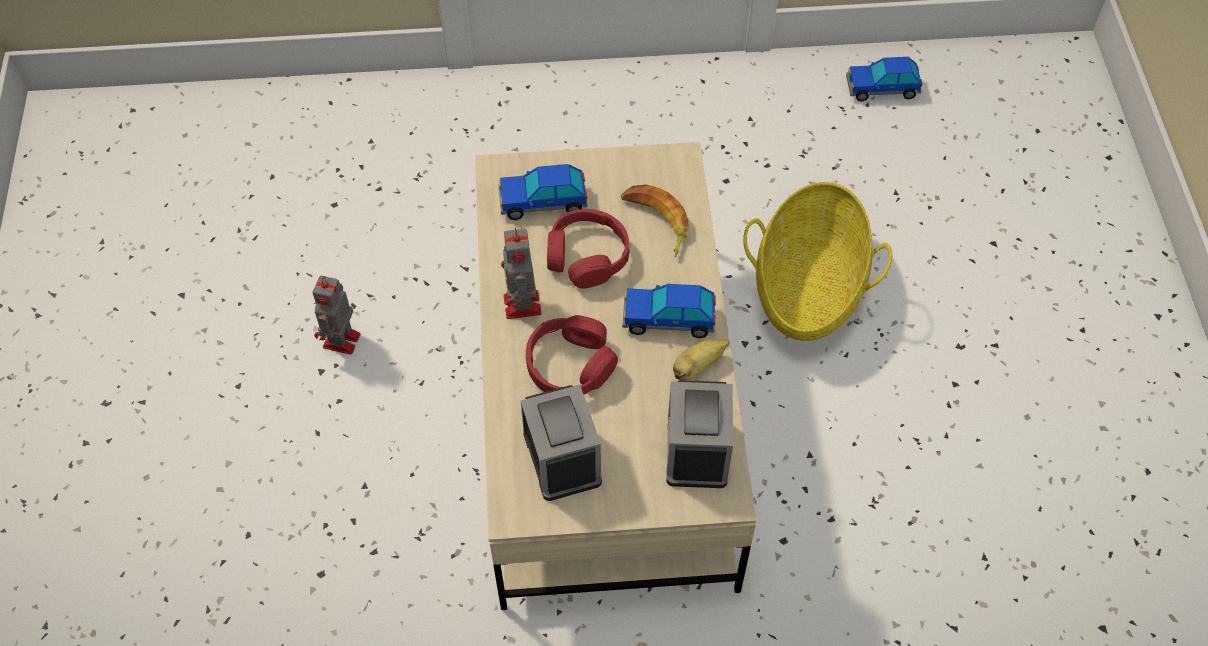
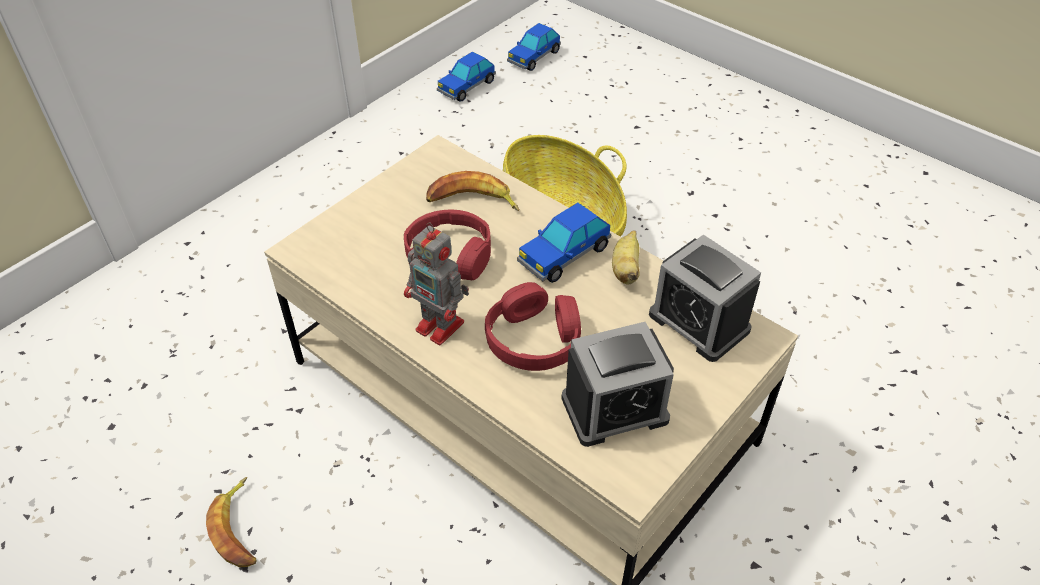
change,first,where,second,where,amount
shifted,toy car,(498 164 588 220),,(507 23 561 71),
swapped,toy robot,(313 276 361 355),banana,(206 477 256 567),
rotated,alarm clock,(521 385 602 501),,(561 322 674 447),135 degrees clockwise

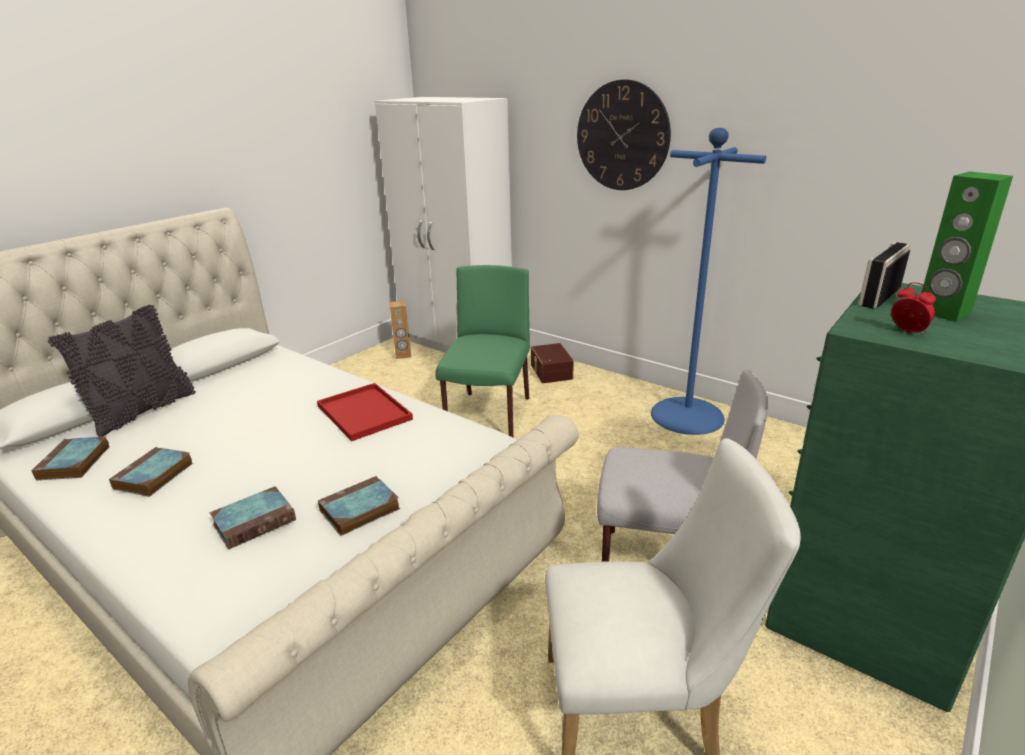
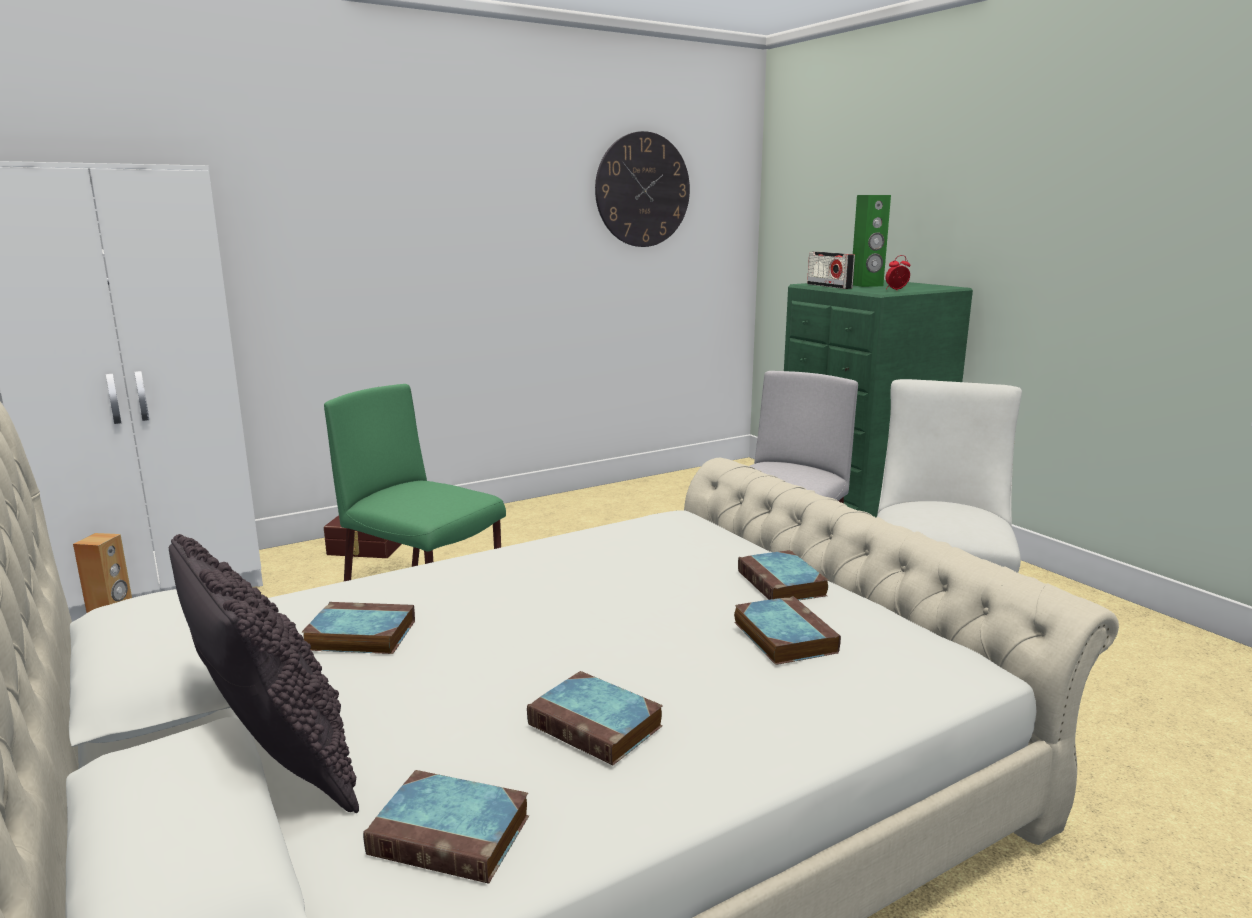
change,first,where,second,where,amount
shifted,wall clock,(577 79 671 190),,(595 131 690 247),
gone,blue clothes rack,(651 128 766 435),,,
gone,red tray,(317 383 413 441),,,
new,,,book,(301 602 415 654),

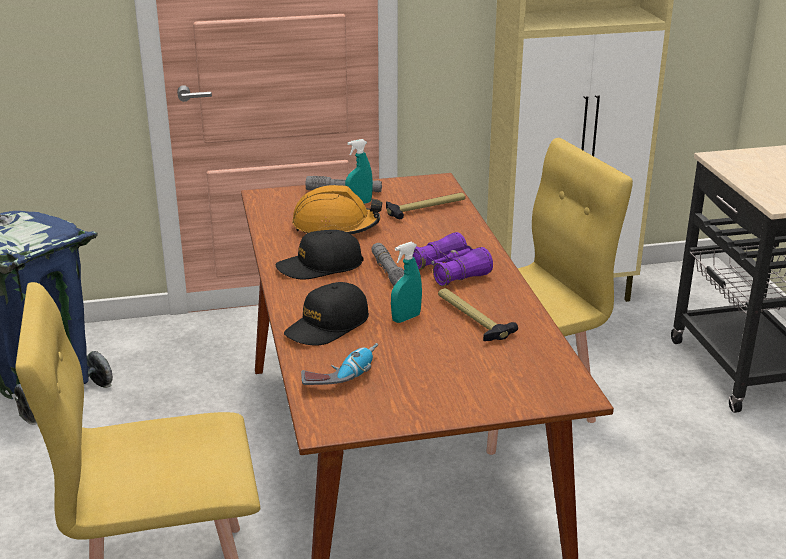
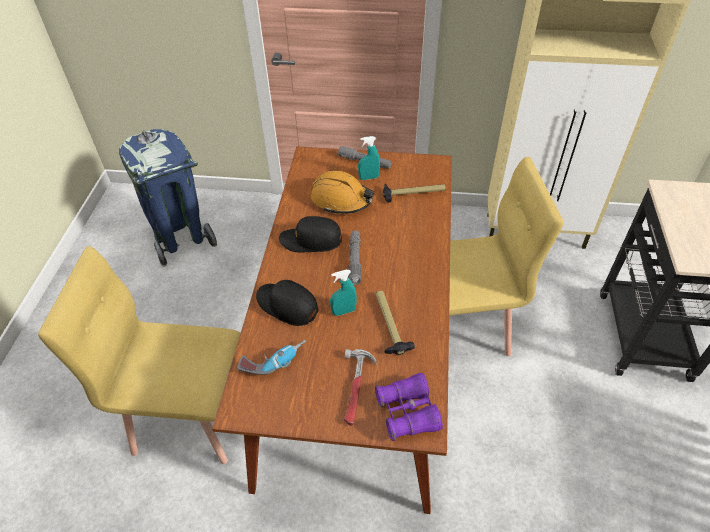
change,first,where,second,where,amount
shifted,purple binoculars,(413 232 493 286),,(375 373 443 441),
rotated,black cap,(284 282 369 345),,(256 280 318 326),60 degrees clockwise
new,,,hammer,(344 349 376 426),

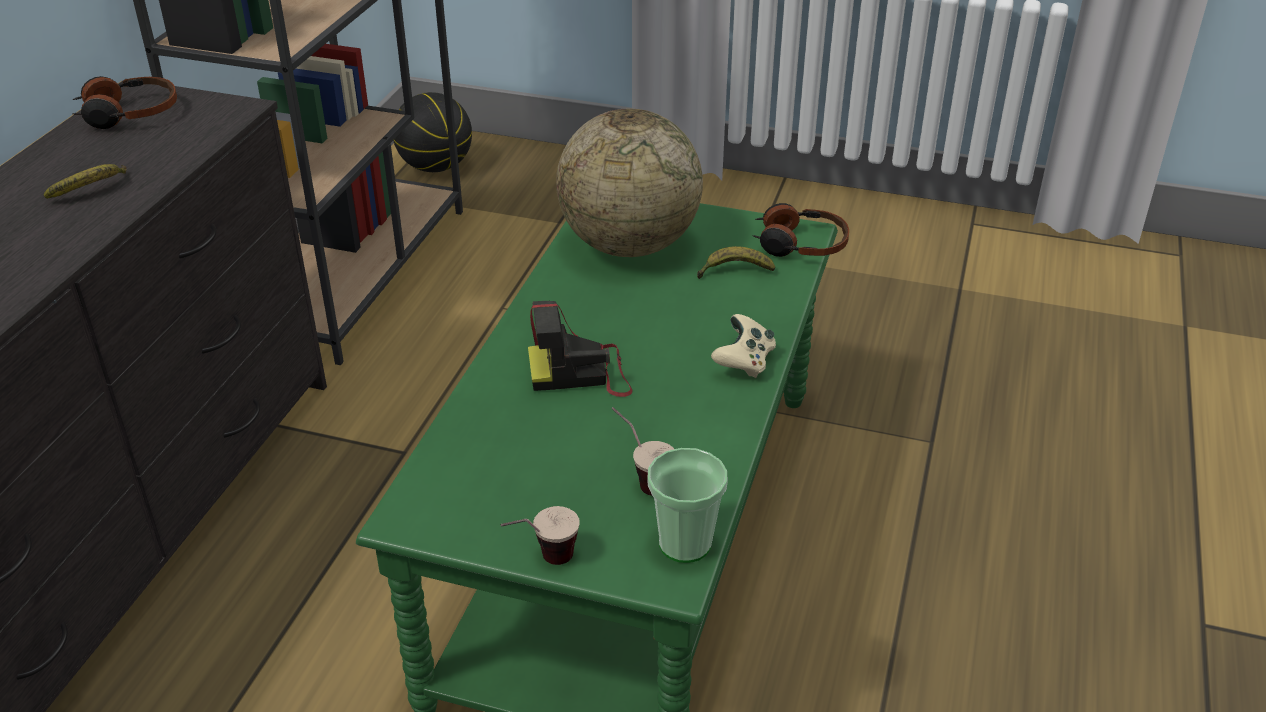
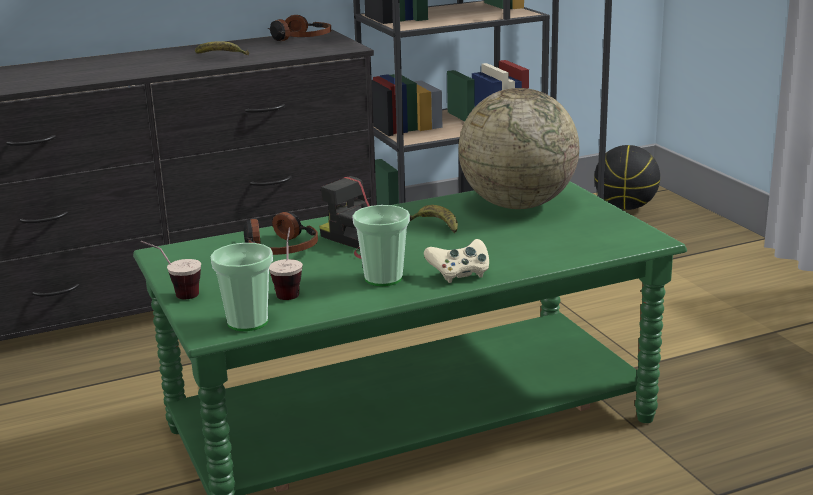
change,first,where,second,where,amount
shifted,headphones,(752 203 849 257),,(243 211 318 255),
shifted,banana,(697 246 775 279),,(410 205 458 233),
new,,,cup,(352 205 410 286),

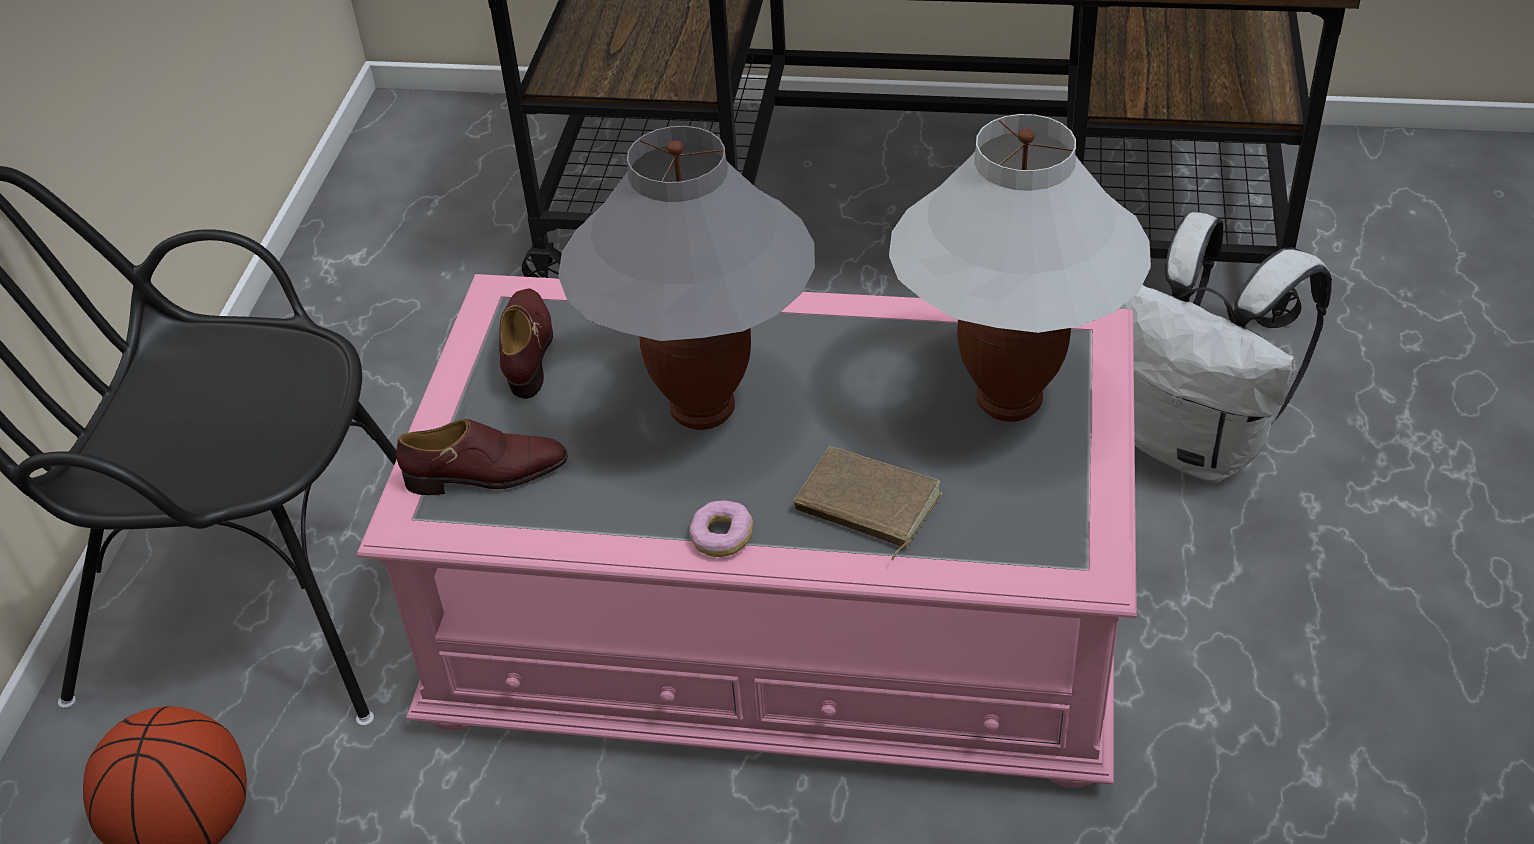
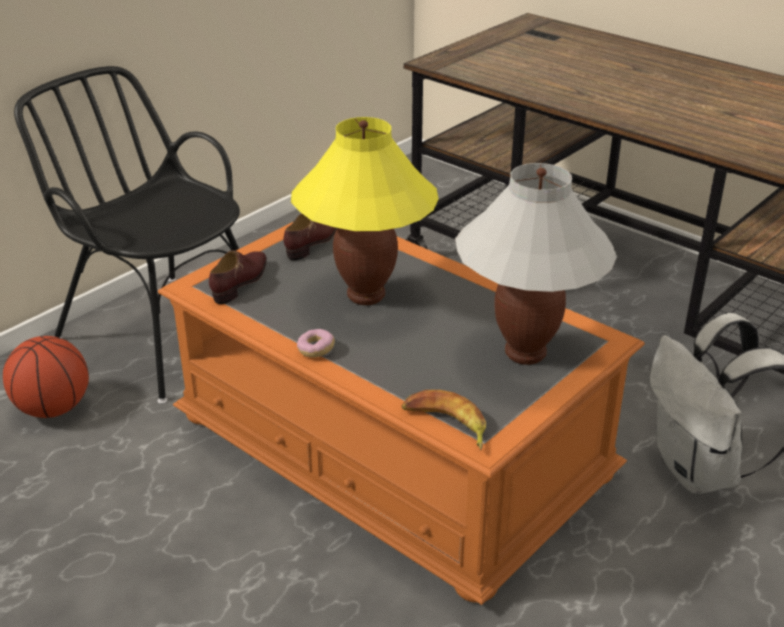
change,first,where,second,where,amount
repainted,grey table lamp,(558 126 815 430),yellow table lamp,(291 117 439 305),
repainted,pink coffee table,(357 274 1137 788),orange coffee table,(158 221 645 605),
rotated,brown shoe,(396 419 568 495),,(209 250 267 304),90 degrees counterclockwise
gone,brown book,(794 446 942 561),,,
new,,,banana,(401 390 486 450),

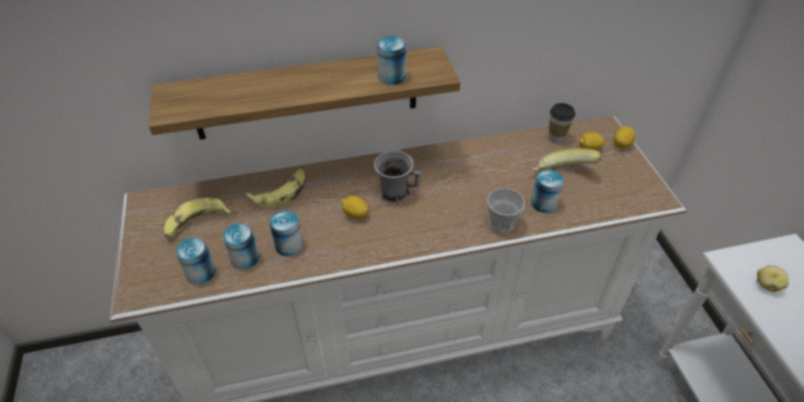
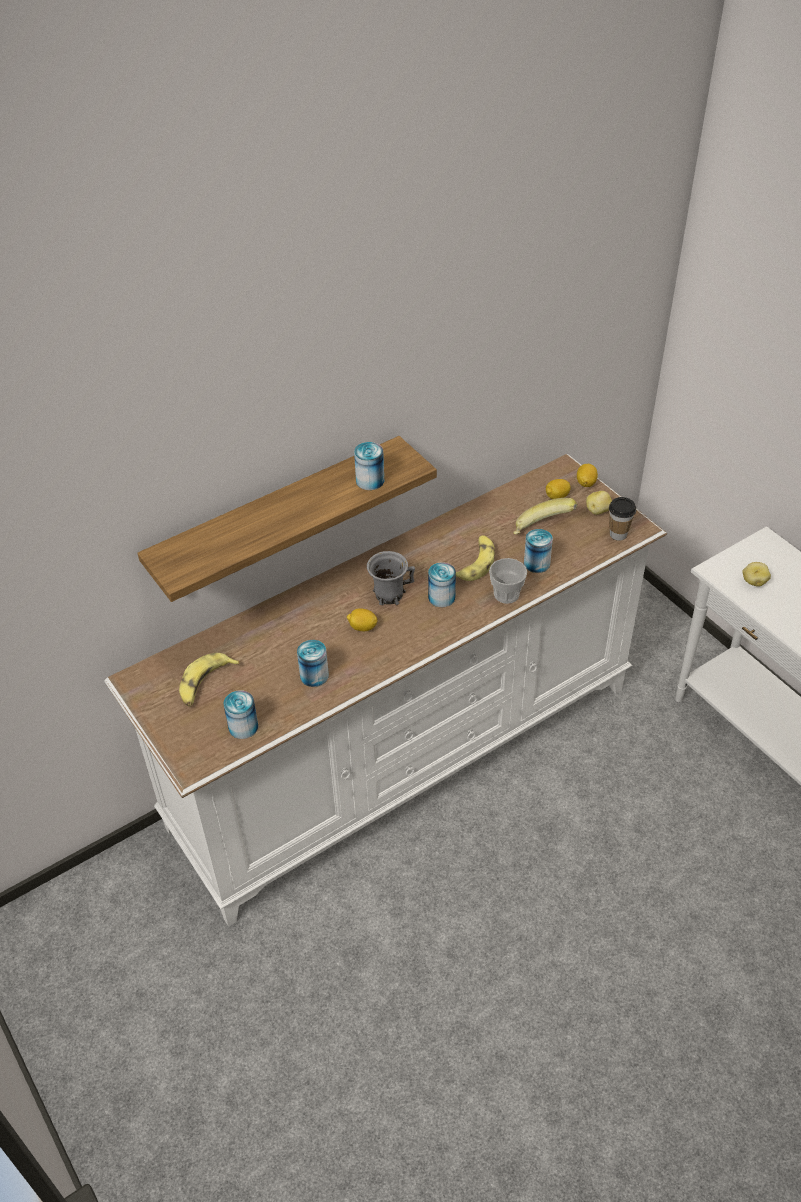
change,first,where,second,where,amount
shifted,cup,(549 103 575 143),,(609 497 636 541),
shifted,banana,(245 169 305 208),,(456 535 495 581),
shifted,can,(223 223 259 270),,(428 562 456 607),
new,,,potato,(586 491 612 515),

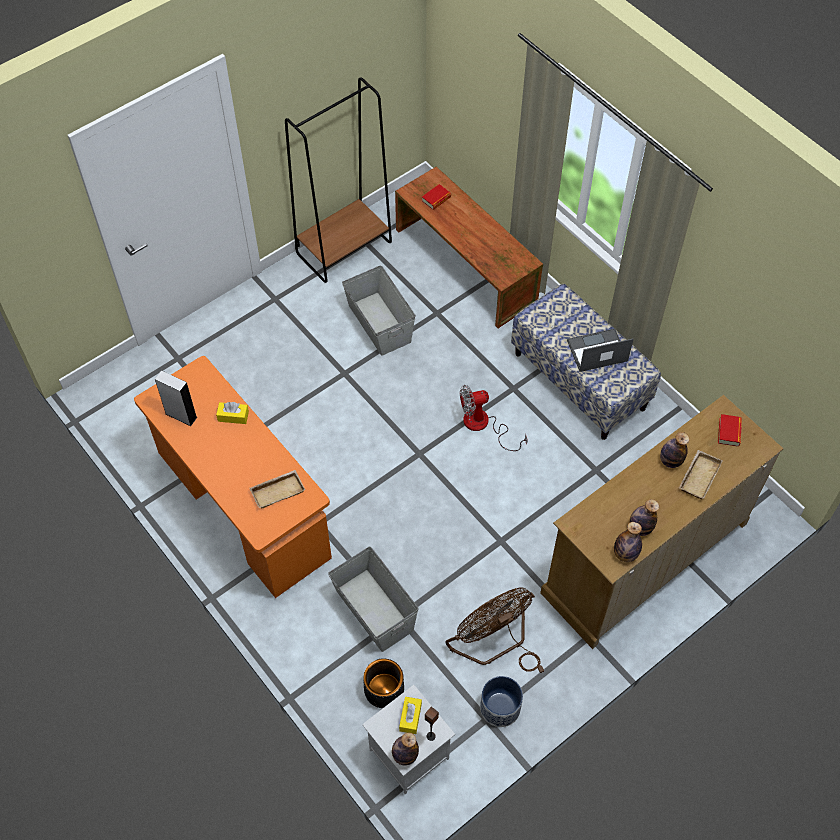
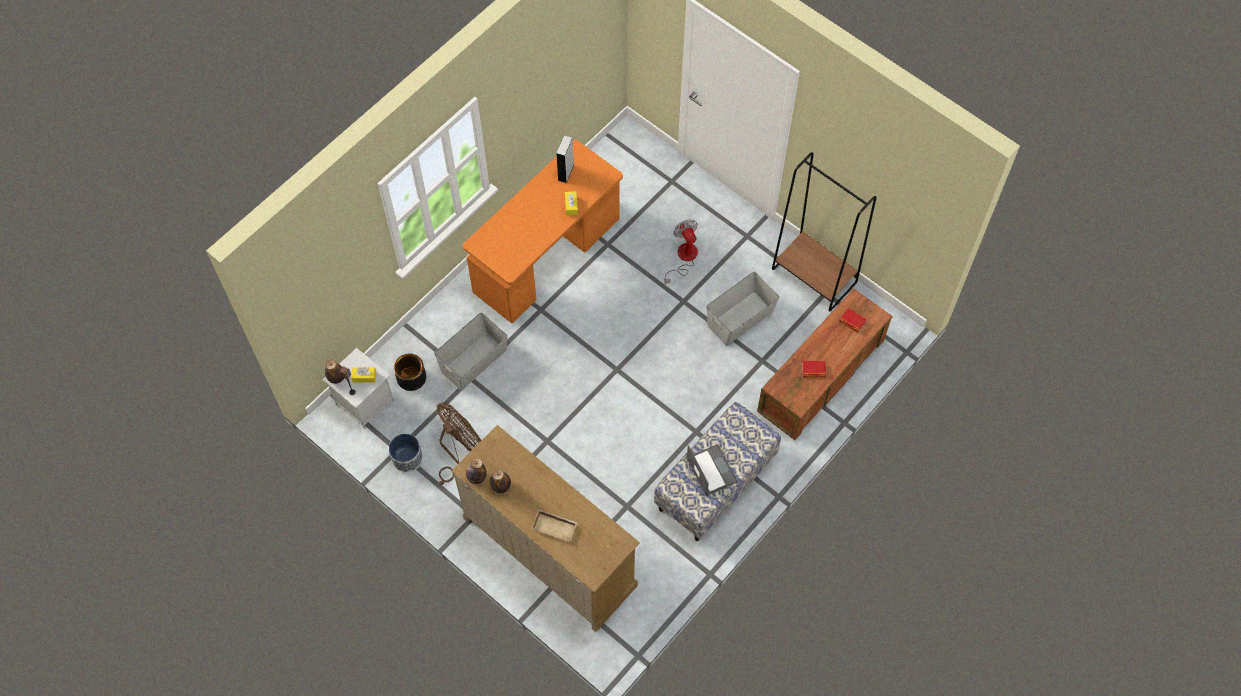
change,first,where,second,where,amount
shifted,fan,(460 385 528 451),,(664 219 698 285),
shifted,book,(718 414 742 446),,(802 361 826 377),
gone,bottle,(660 432 689 468),,,
gone,beige tray,(250 470 305 509),,,

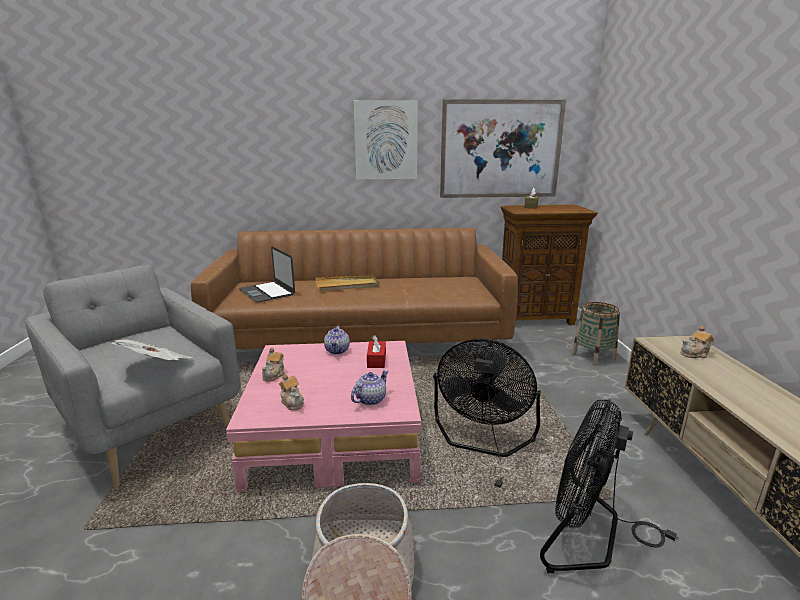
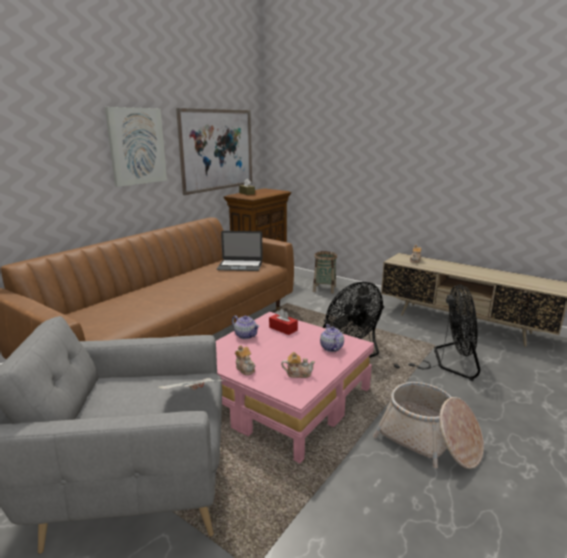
change,first,where,second,where,amount
shifted,laptop,(239 246 295 302),,(217 231 263 271),
gone,beige tray,(316 274 379 290),,,
rotated,black fan,(540 399 679 574),,(407 284 480 381),150 degrees counterclockwise

